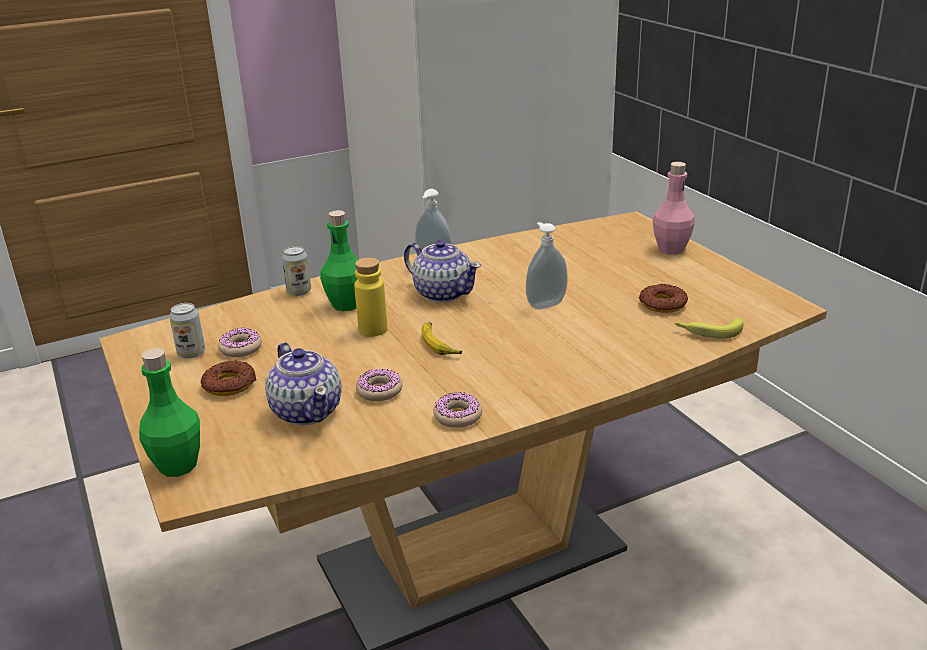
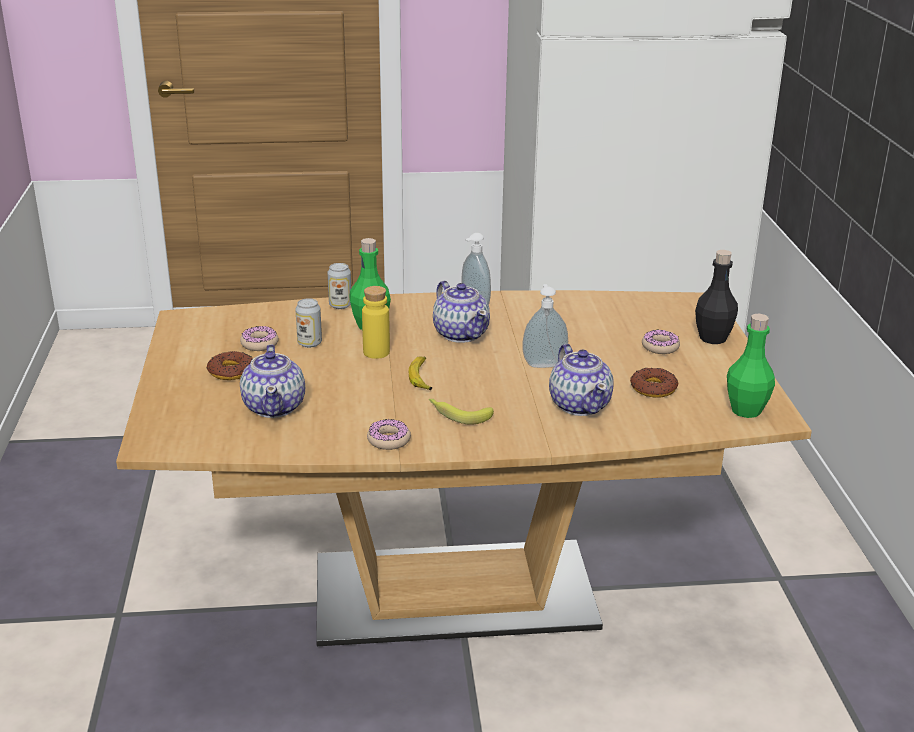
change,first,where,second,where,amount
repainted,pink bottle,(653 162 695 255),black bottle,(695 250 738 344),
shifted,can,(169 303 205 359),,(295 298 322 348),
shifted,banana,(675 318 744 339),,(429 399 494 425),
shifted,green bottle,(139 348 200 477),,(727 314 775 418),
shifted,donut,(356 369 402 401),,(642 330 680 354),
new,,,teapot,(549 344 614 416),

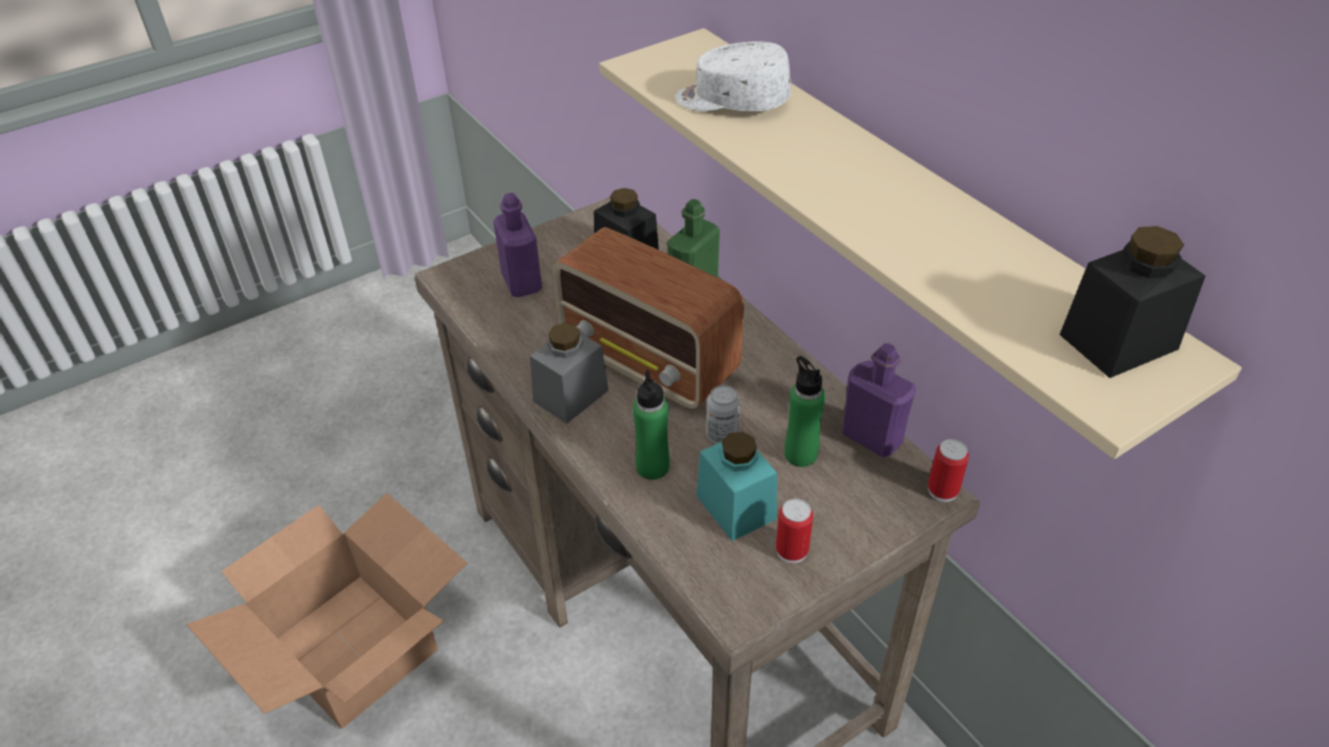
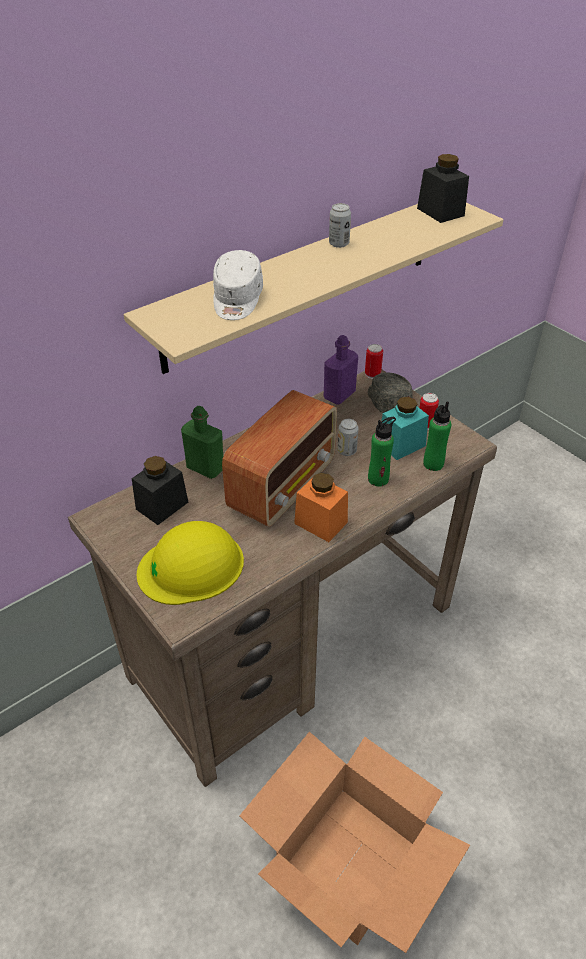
change,first,where,second,where,amount
swapped,purple bottle,(493 193 542 297),yellow hard hat,(137 521 244 605),
repainted,grey jar,(530 323 608 424),orange jar,(294 473 348 542),
shifted,green bottle,(784 356 825 467),,(423 401 451 471),
new,,,can,(329 203 351 248),
new,,,grey cap,(368 373 413 413),

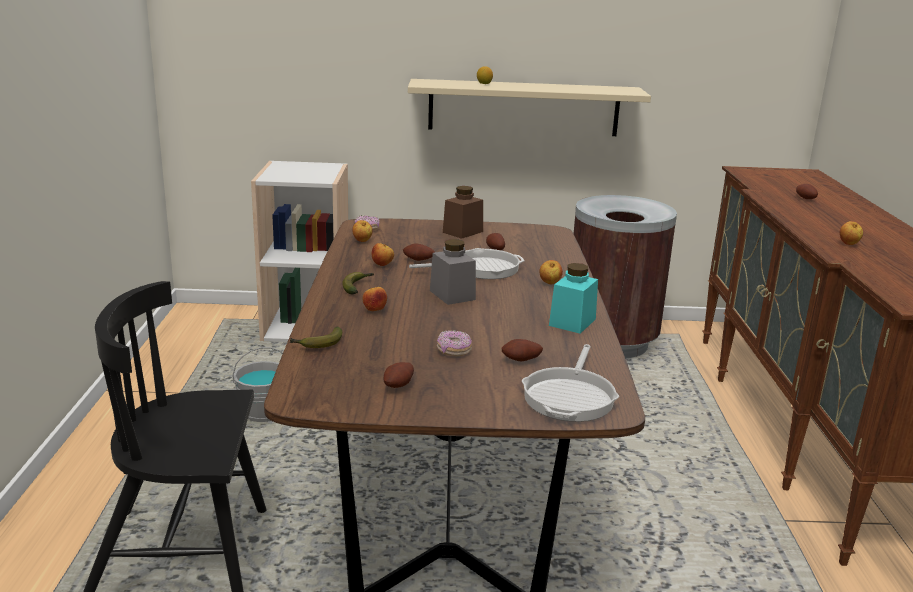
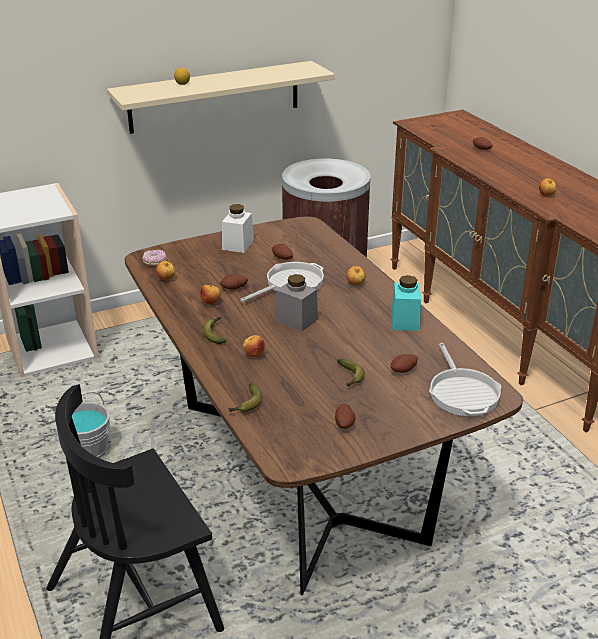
change,first,where,second,where,amount
repainted,brown jar,(443 186 483 239),white jar,(222 204 254 253),
swapped,donut,(437 331 472 356),banana,(337 358 365 387),

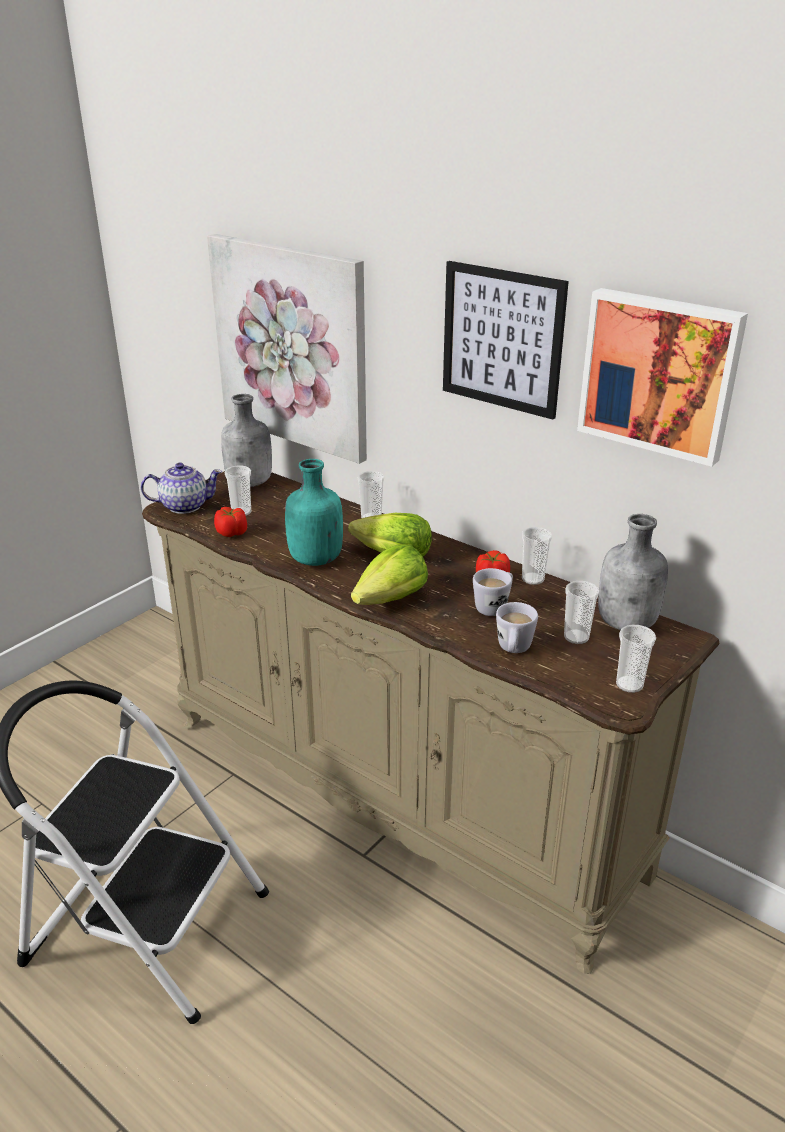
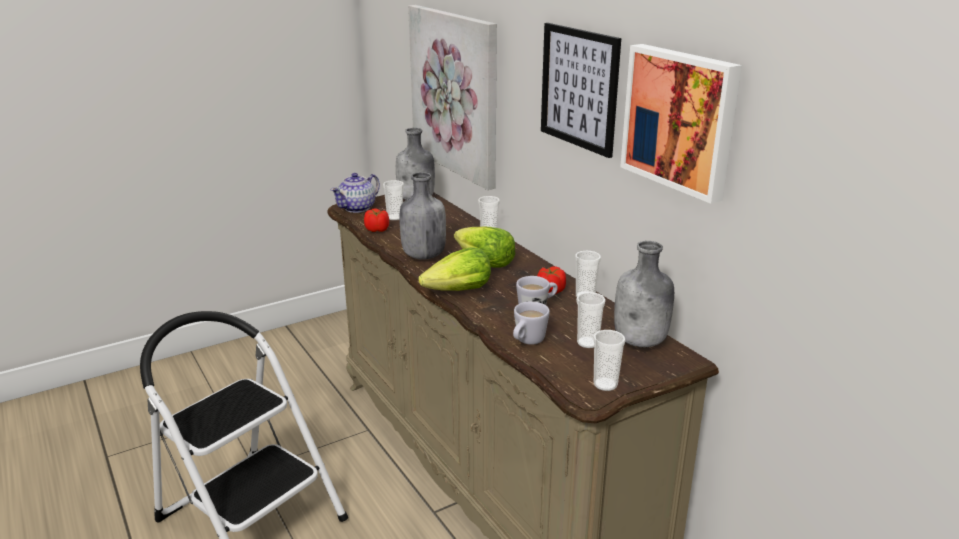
change,first,where,second,where,amount
repainted,turquoise bottle,(285 459 343 566),grey bottle,(399 172 446 260),
rotated,teapot,(141 463 222 514),,(331 173 380 213),120 degrees clockwise

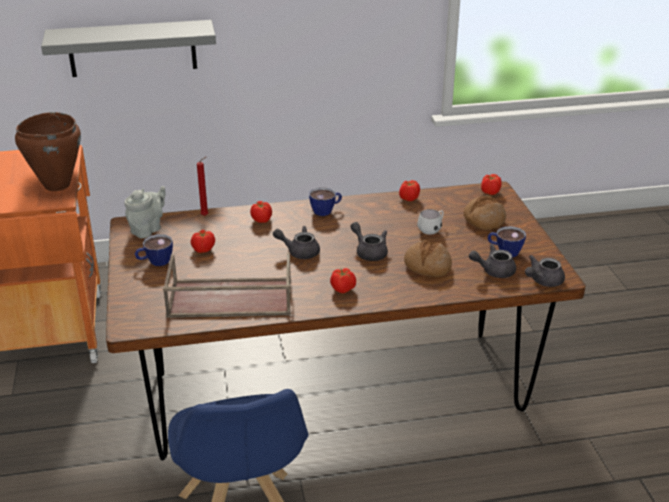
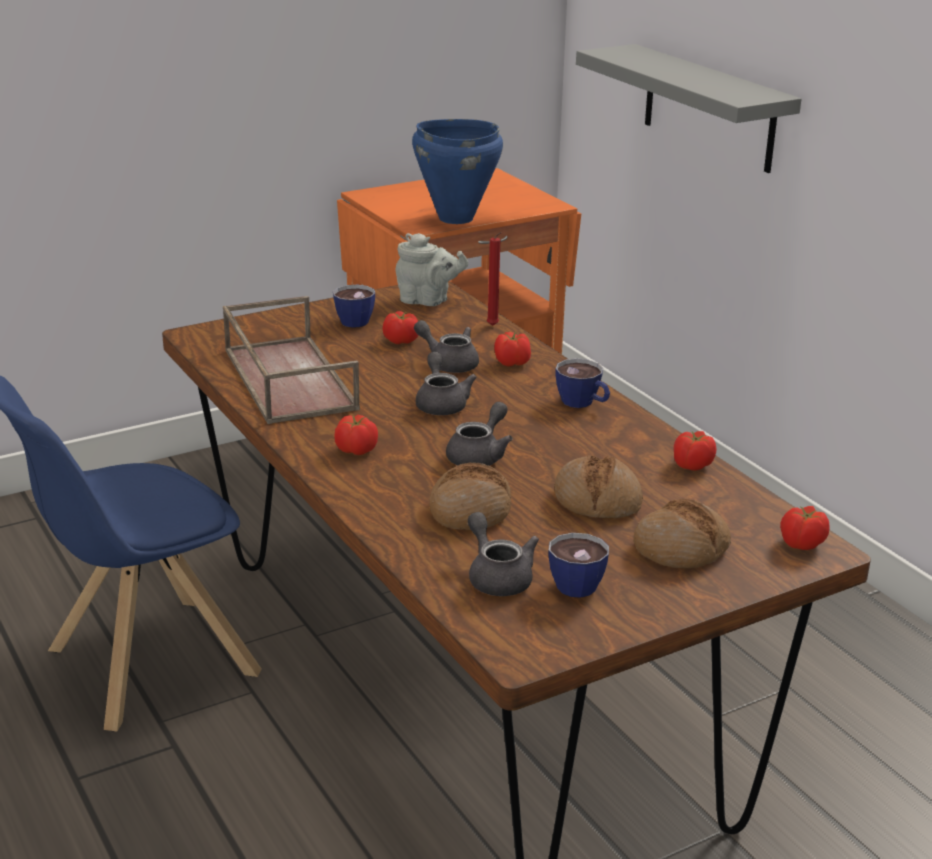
change,first,where,second,where,amount
repainted,brown cooking pot,(15 112 81 191),blue cooking pot,(412 119 503 224),
swapped,white mug,(417 209 444 235),bread,(554 455 643 518),
shifted,grey teapot,(525 255 565 287),,(414 320 479 373),

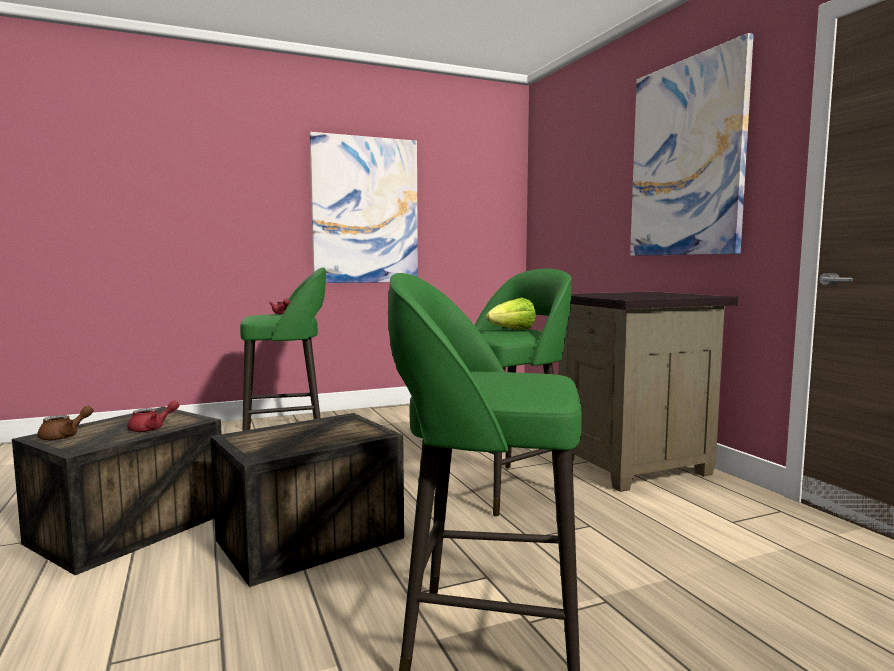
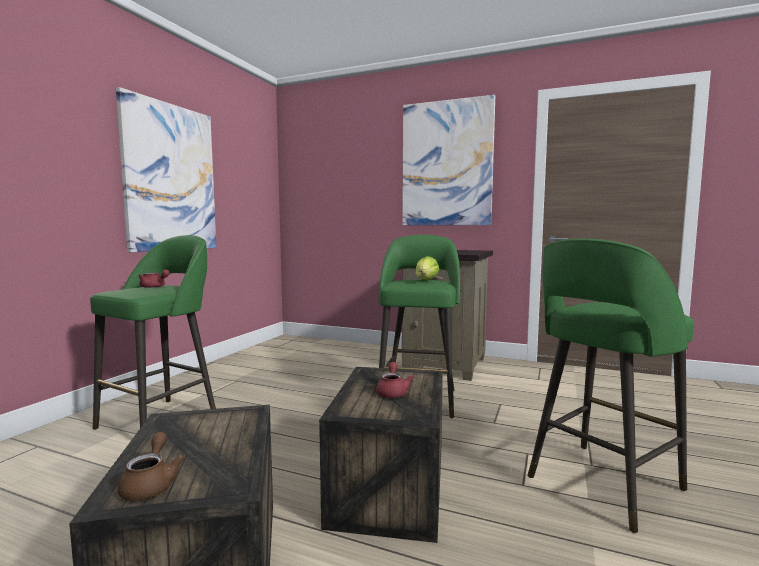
change,first,where,second,where,amount
shifted,red teapot,(127 400 179 432),,(376 362 414 398),

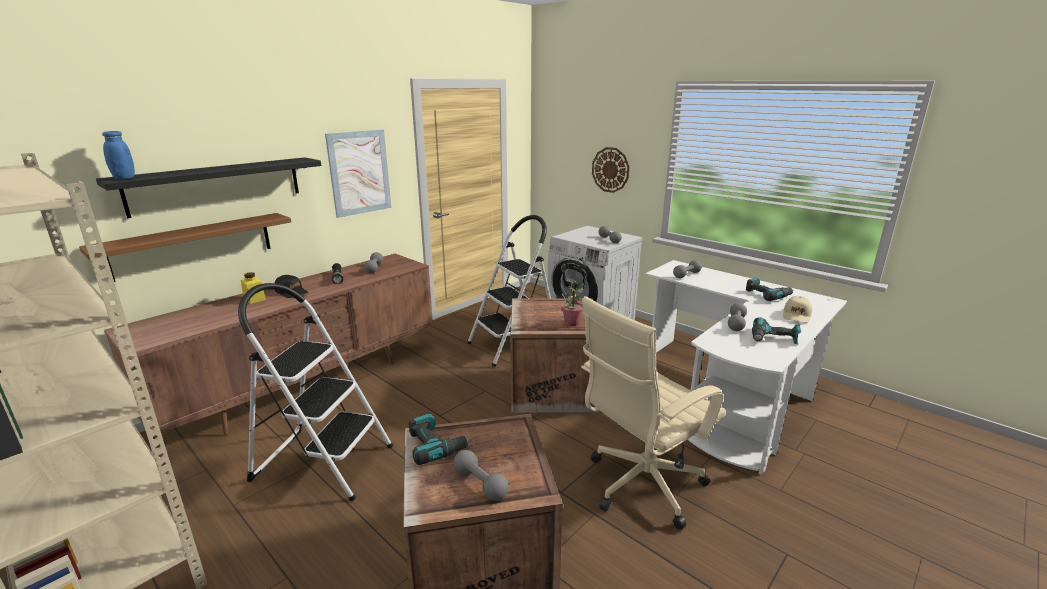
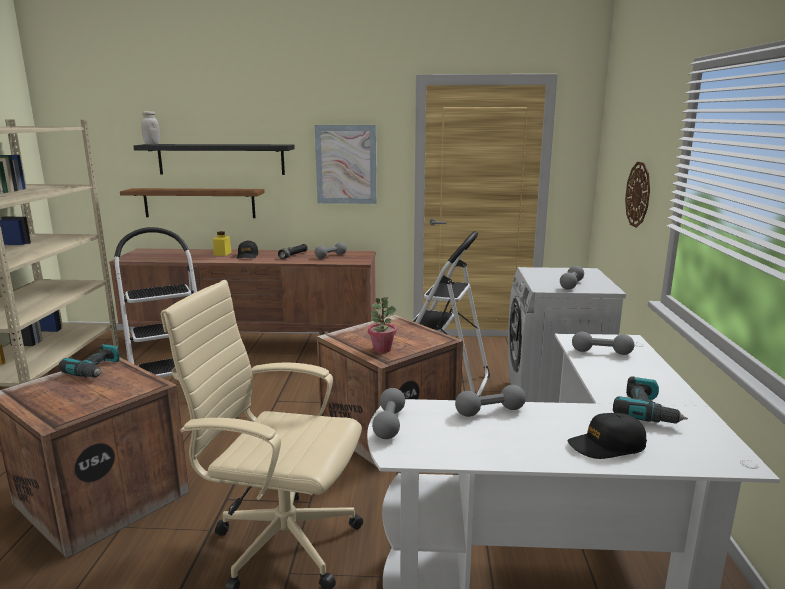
change,first,where,second,where,amount
repainted,blue jar,(102 131 135 179),white jar,(141 111 160 145),
repainted,beige cap,(783 296 812 323),black cap,(568 413 647 459),
gone,power drill,(752 317 801 344),,,
shifted,grey dumbbell,(453 450 509 501),,(372 388 405 439),

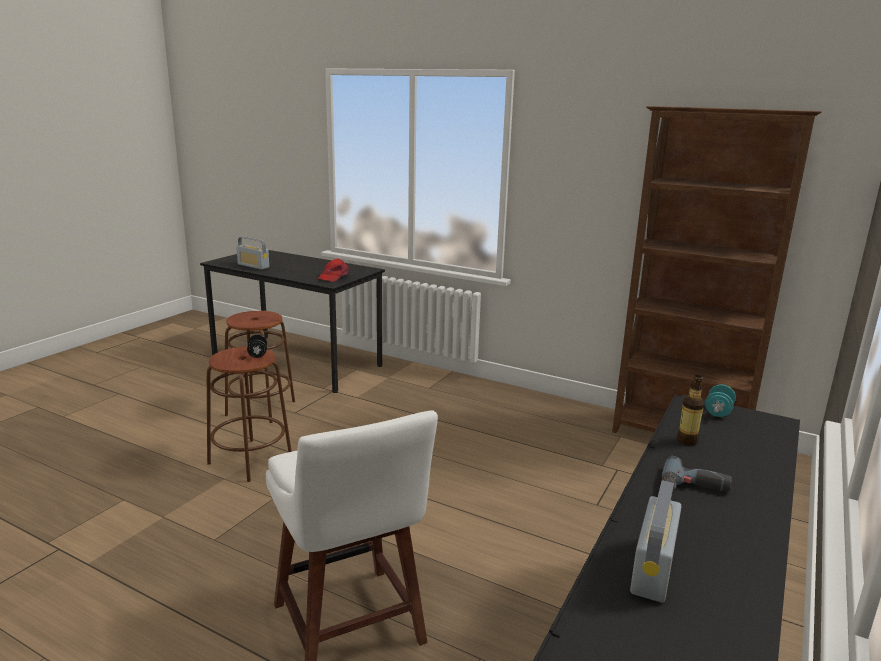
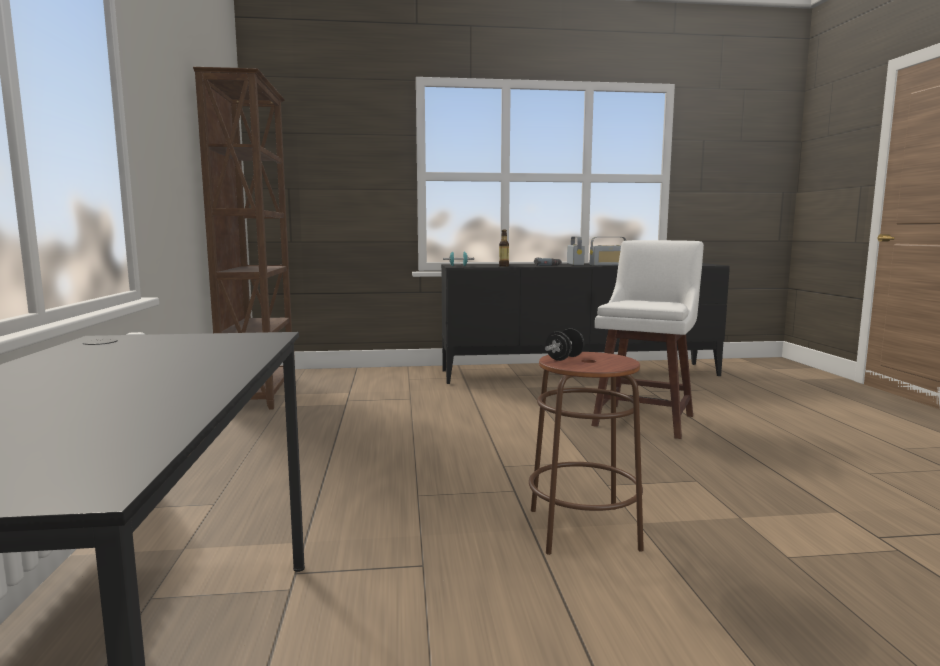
change,first,where,second,where,amount
shifted,radio,(236 237 269 270),,(567 237 585 265),
gone,red cap,(317 259 349 282),,,
gone,brown stool,(225 311 295 423),,,

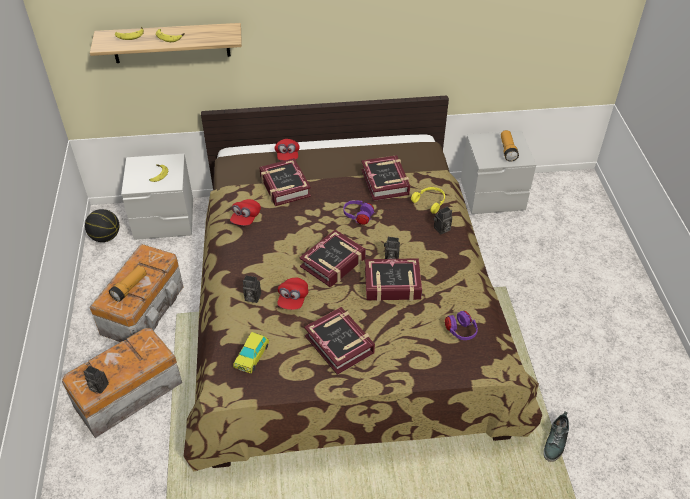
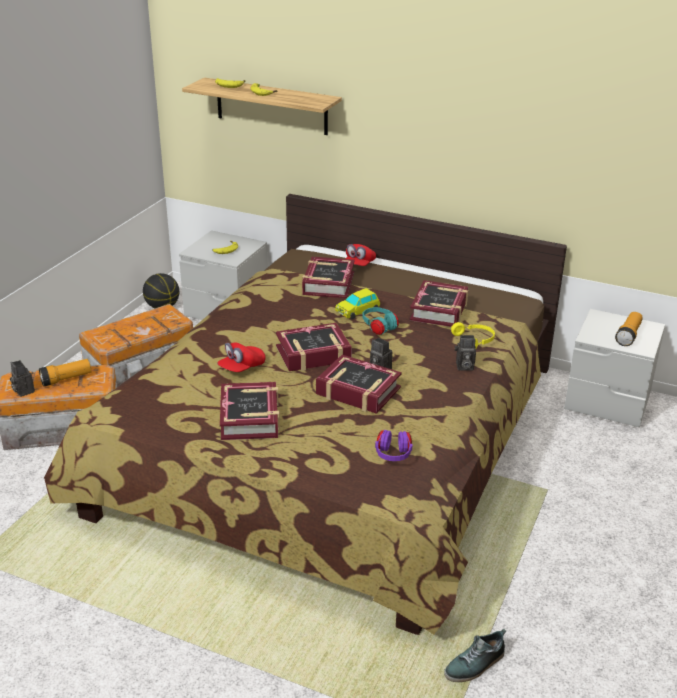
change,first,where,second,where,amount
gone,red cap,(230 199 261 225),,,
repainted,purple headphones,(343 200 375 225),turquoise headphones,(362 307 399 335),
shifted,flashlight,(109 266 147 302),,(39 359 91 386),
gone,photo camera,(243 275 261 303),,,
shifted,toy car,(233 332 269 374),,(335 288 380 319),

